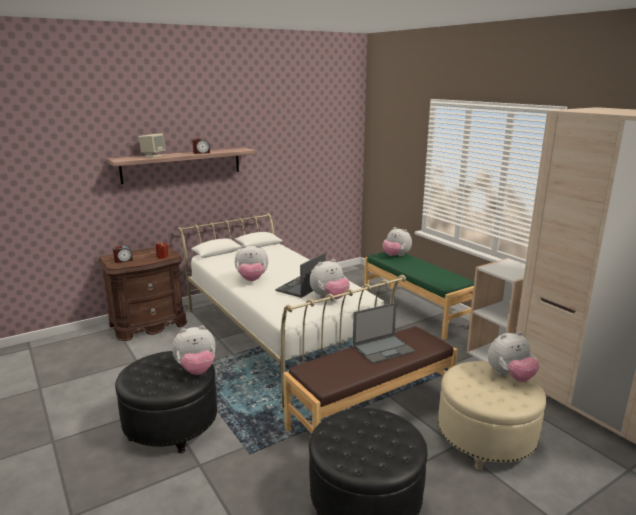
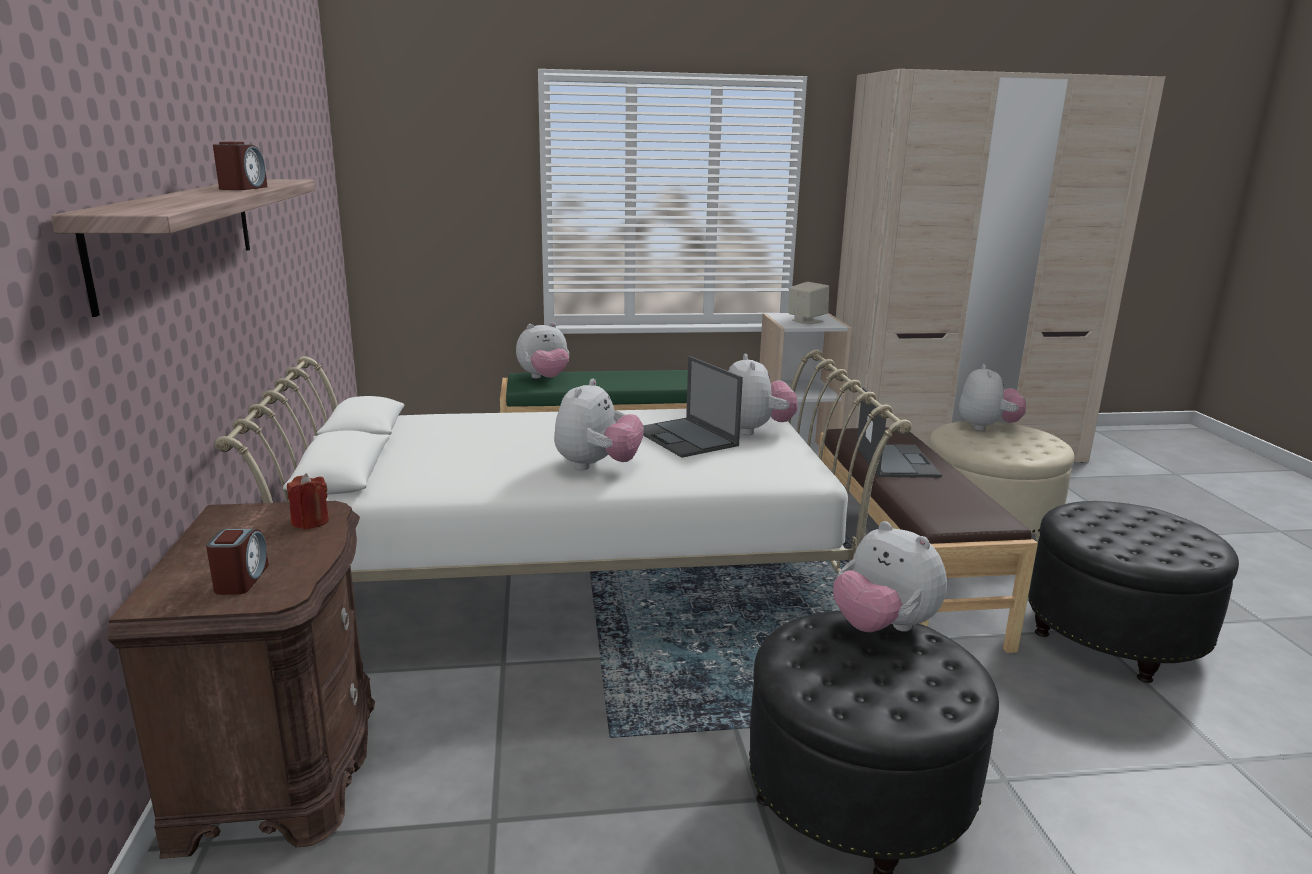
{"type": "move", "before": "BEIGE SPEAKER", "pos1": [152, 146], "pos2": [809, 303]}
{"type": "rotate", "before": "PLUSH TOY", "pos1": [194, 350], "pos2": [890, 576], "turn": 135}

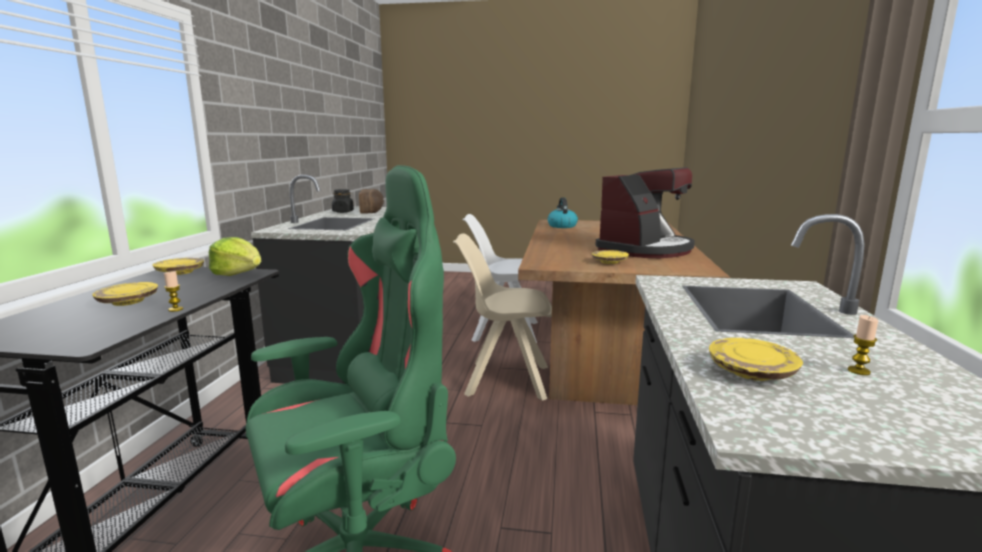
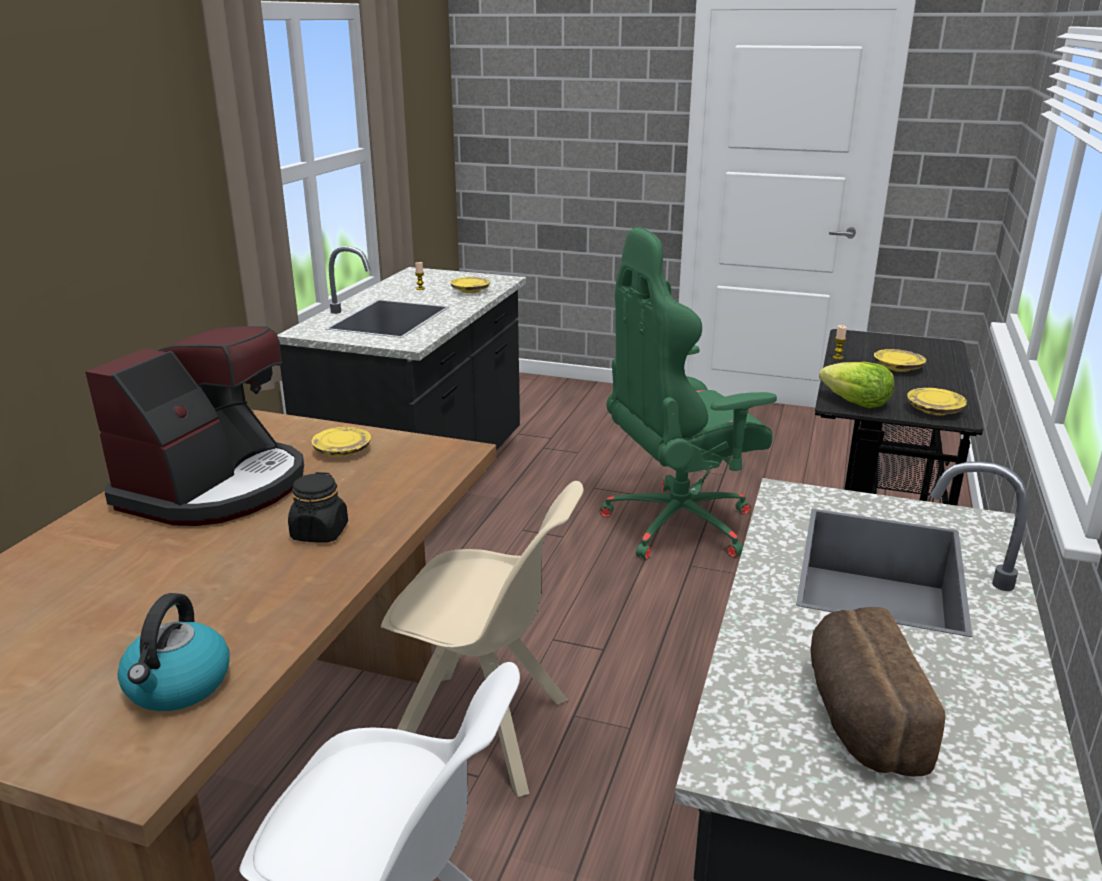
{"type": "rotate", "before": "COFFEE MACHINE", "pos1": [645, 212], "pos2": [194, 426], "turn": 150}
{"type": "move", "before": "BLACK JAR", "pos1": [343, 201], "pos2": [318, 507]}

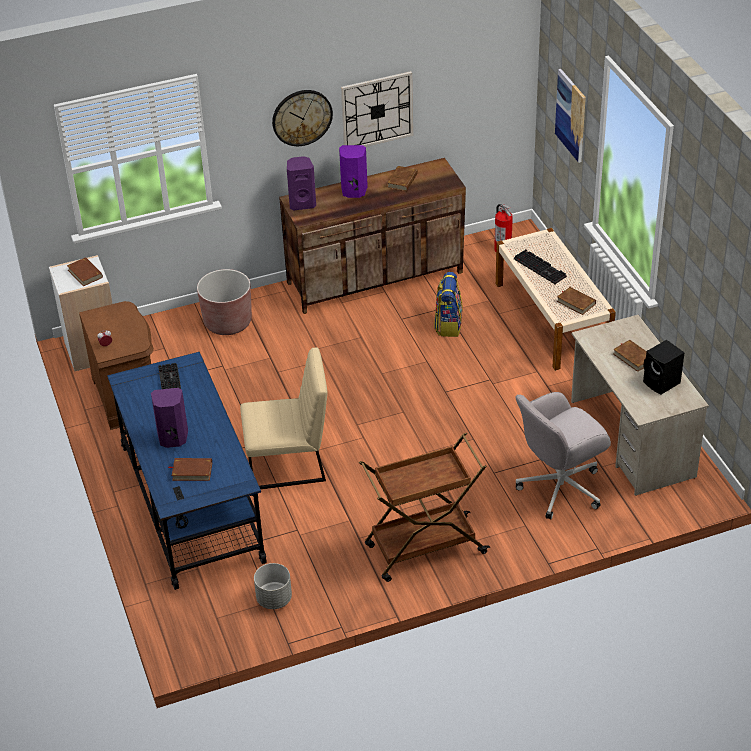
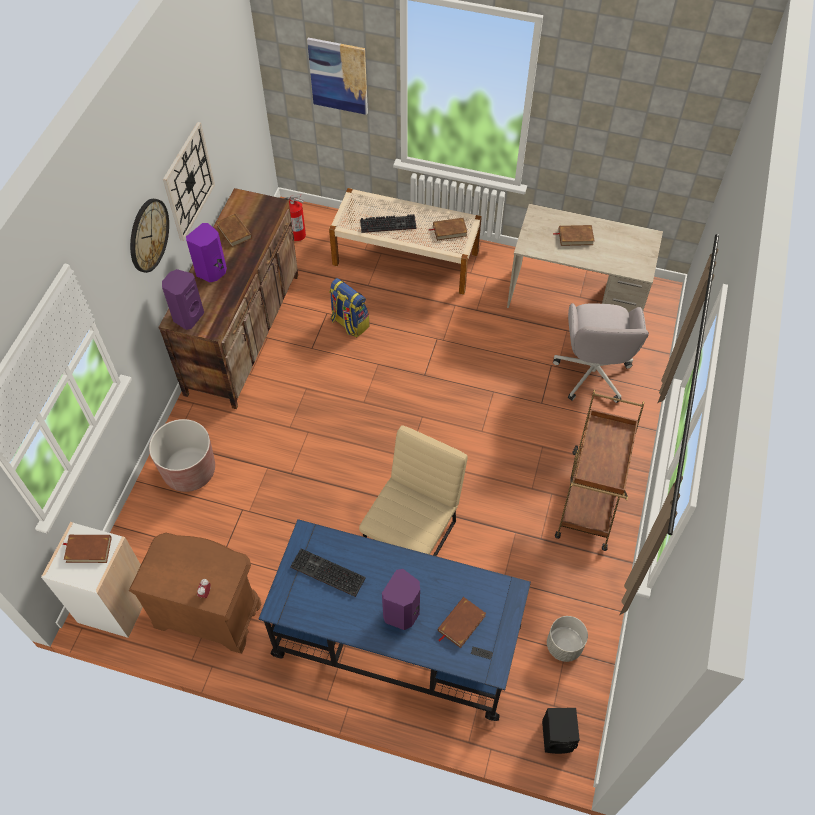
{"type": "move", "before": "BLACK SPEAKER", "pos1": [664, 367], "pos2": [561, 731]}

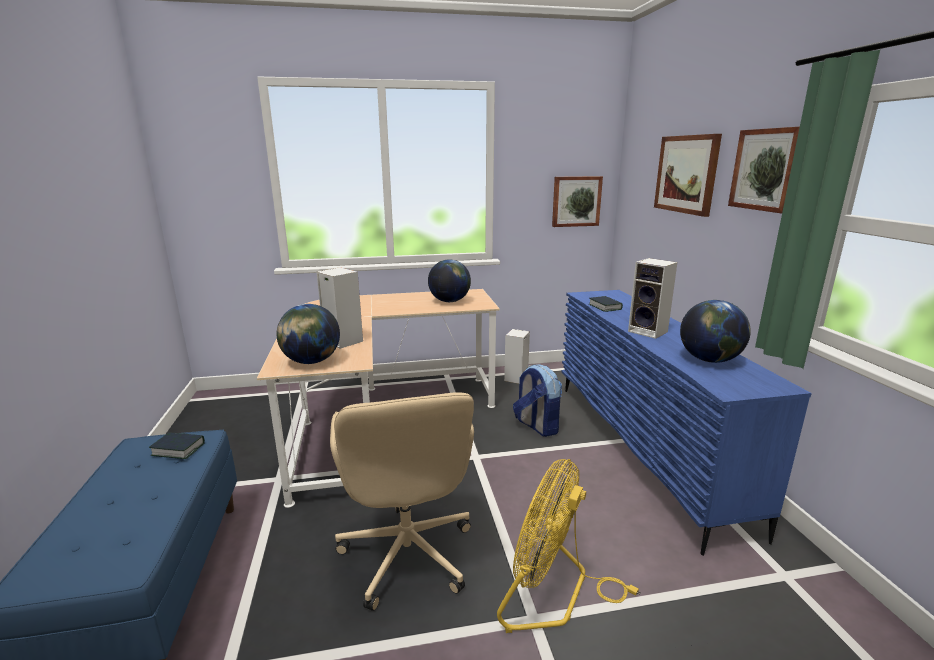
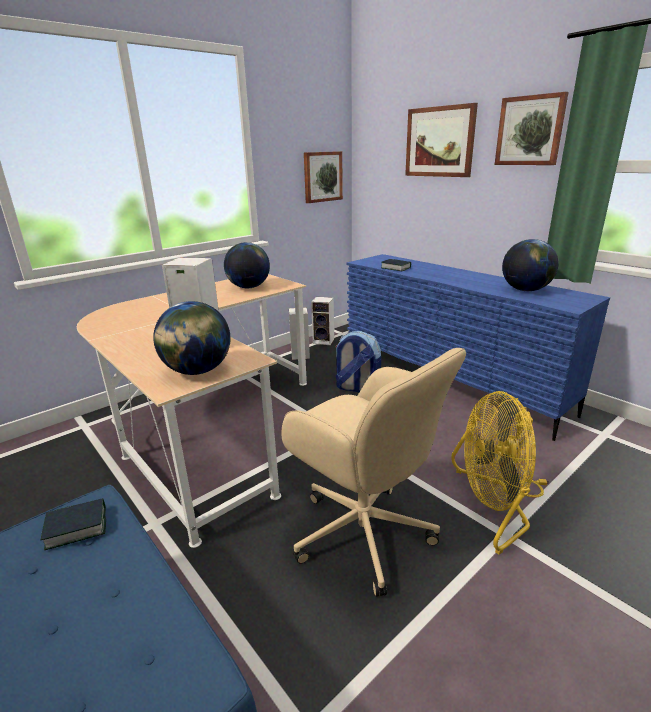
{"type": "move", "before": "SPEAKER", "pos1": [652, 298], "pos2": [322, 321]}

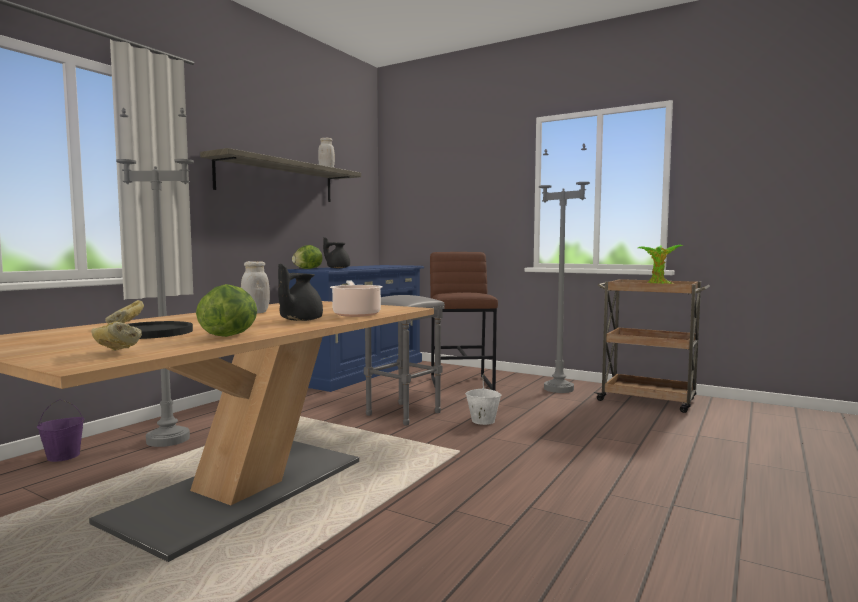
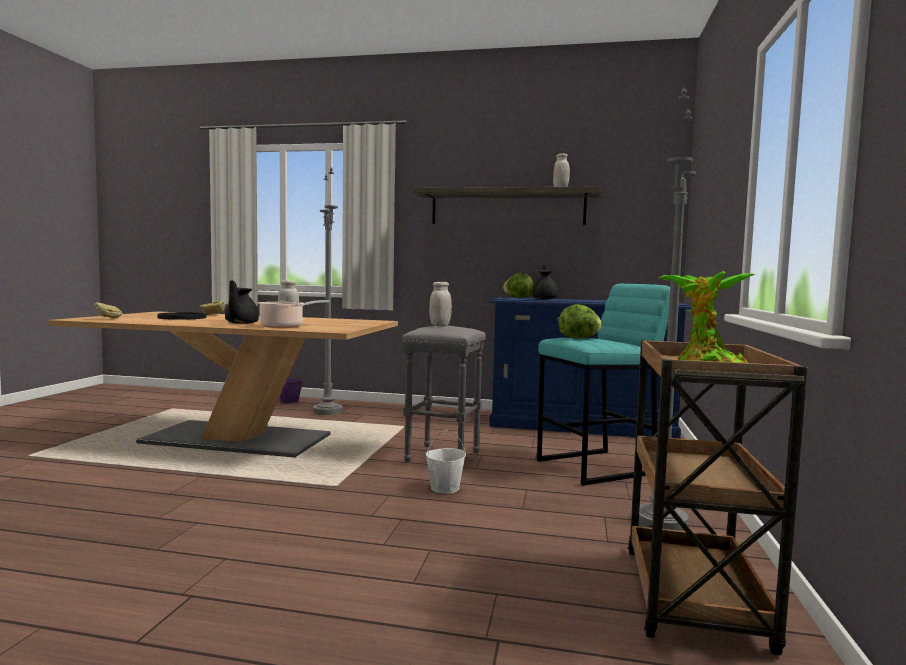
{"type": "rotate", "before": "BLACK TEAPOT", "pos1": [300, 292], "pos2": [242, 302], "turn": -90}
{"type": "insert", "after": "WHITE JAR", "pos2": [440, 304]}
{"type": "recolor", "before": "BROWN STOOL", "after": "TURQUOISE STOOL", "pos1": [464, 321], "pos2": [603, 385]}
{"type": "move", "before": "LETTUCE", "pos1": [226, 310], "pos2": [580, 321]}

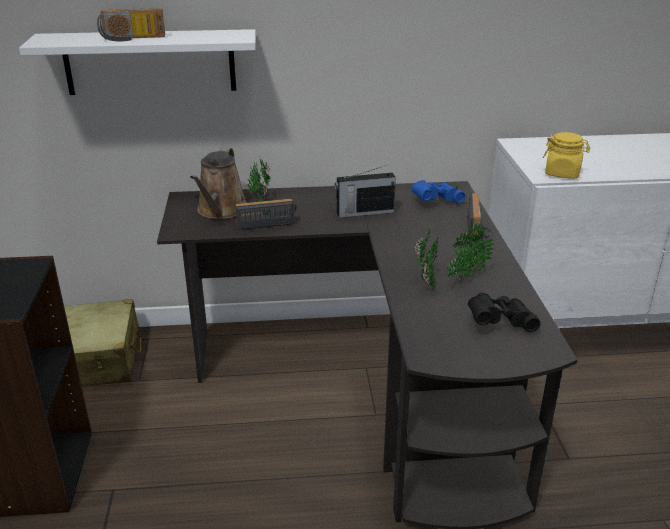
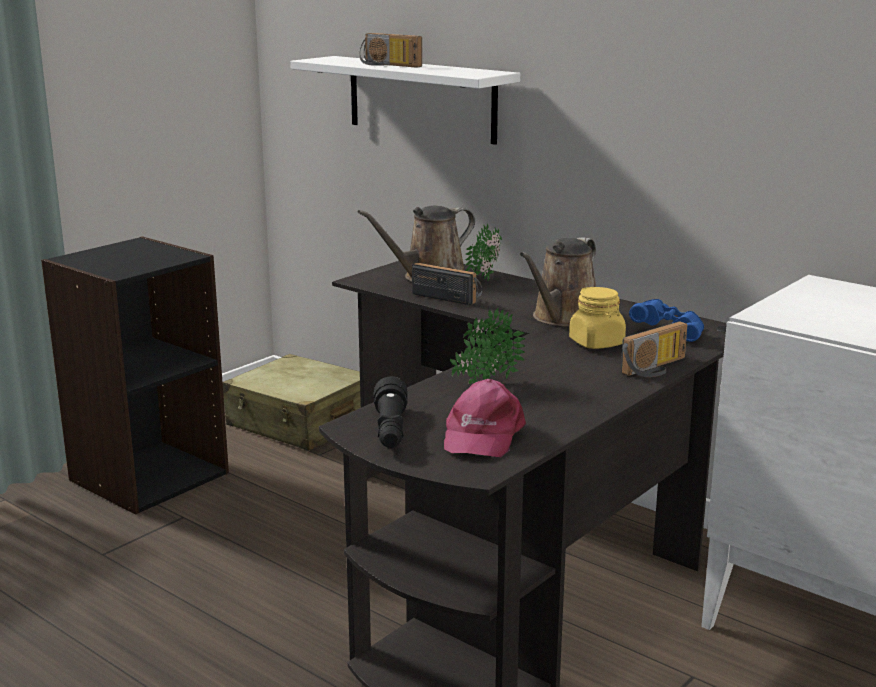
{"type": "insert", "after": "BLACK FLASHLIGHT", "pos2": [391, 412]}
{"type": "replace", "before": "BLACK BINOCULARS", "after": "PINK CAP", "pos1": [504, 312], "pos2": [485, 418]}
{"type": "replace", "before": "RADIO", "after": "BROWN WATERING CAN", "pos1": [365, 191], "pos2": [557, 282]}
{"type": "move", "before": "YELLOW JAR", "pos1": [566, 155], "pos2": [597, 318]}
{"type": "delete", "before": "POTTED PLANT", "pos1": [470, 255]}

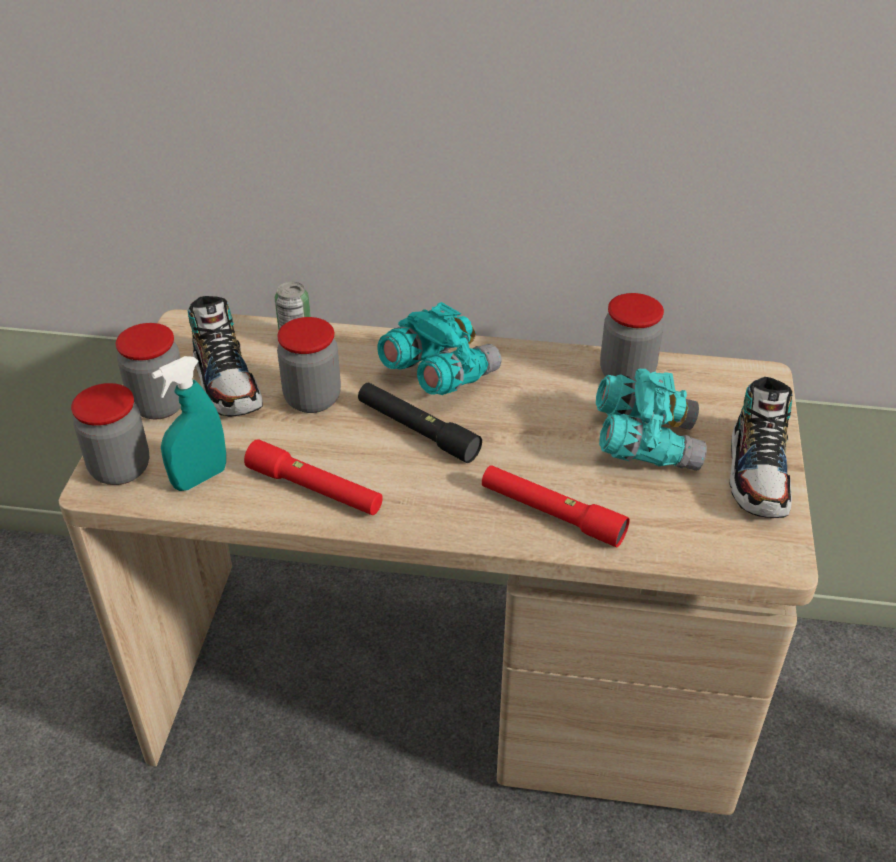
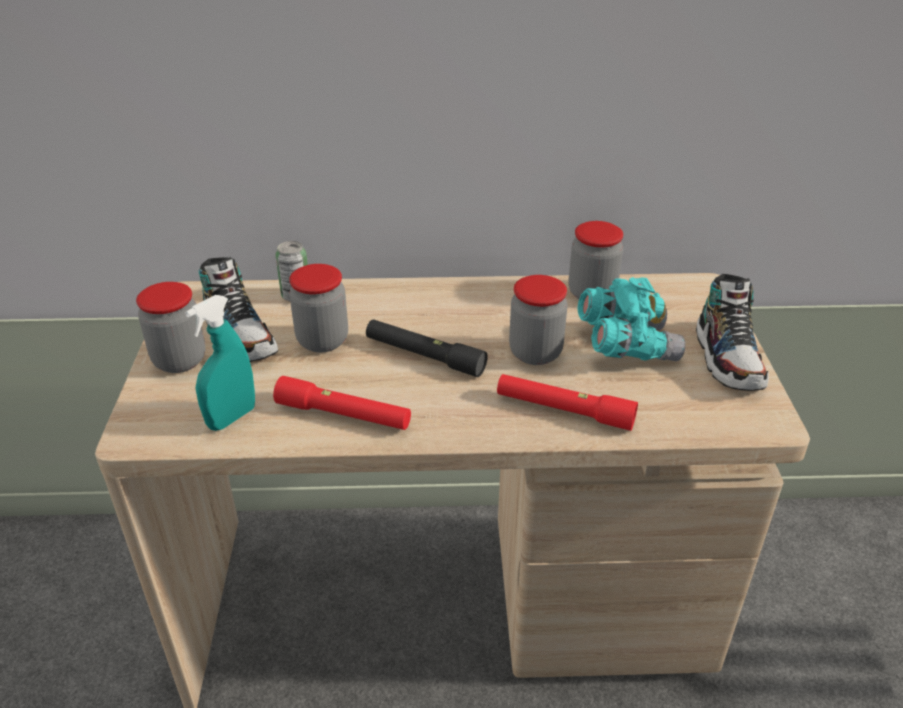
{"type": "move", "before": "JAR", "pos1": [110, 434], "pos2": [538, 320]}
{"type": "delete", "before": "TURQUOISE BINOCULARS", "pos1": [439, 348]}

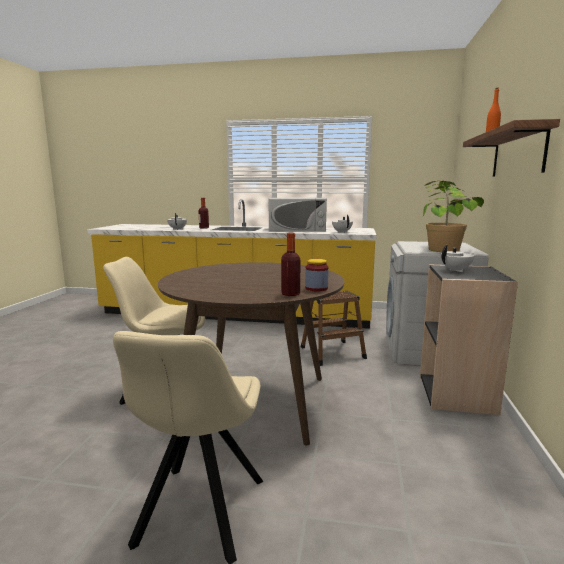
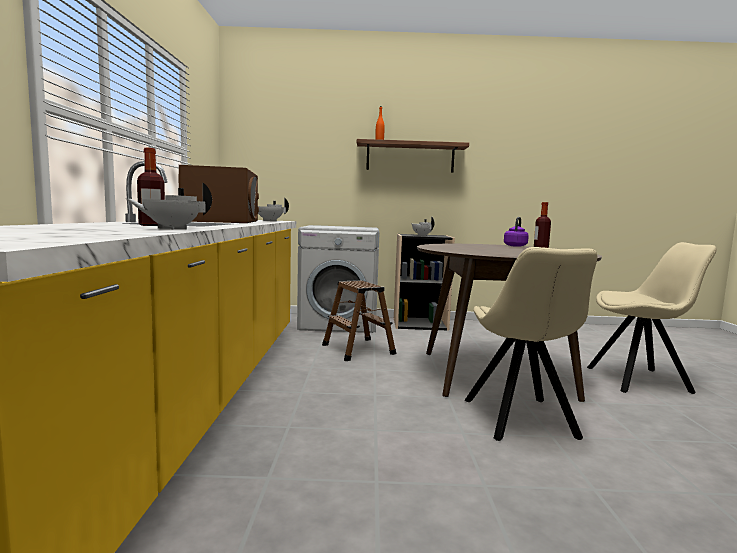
{"type": "recolor", "before": "WHITE MICROWAVE", "after": "BROWN MICROWAVE", "pos1": [298, 215], "pos2": [218, 194]}
{"type": "replace", "before": "JAR", "after": "PURPLE KETTLE", "pos1": [317, 275], "pos2": [516, 232]}
{"type": "delete", "before": "POTTED PLANT", "pos1": [453, 216]}

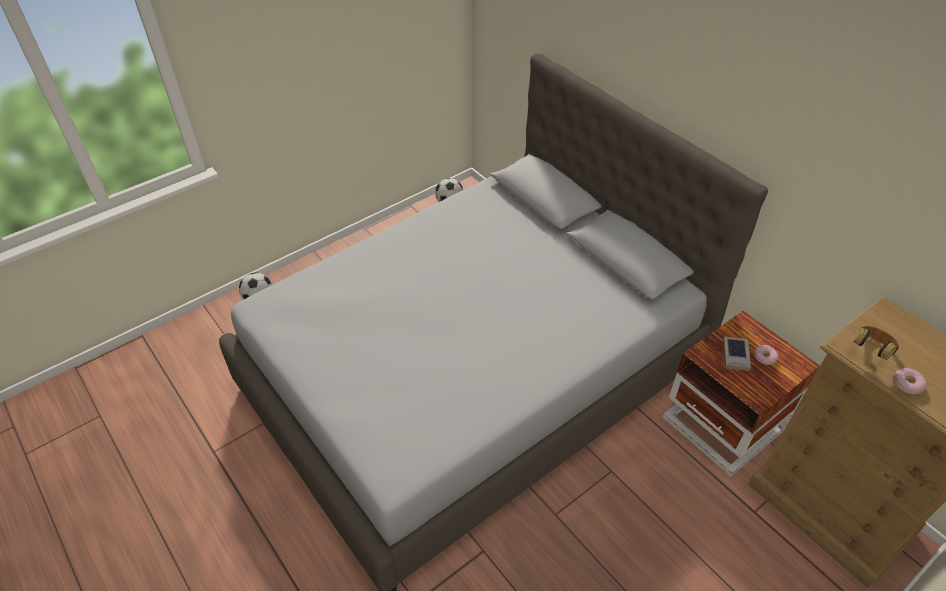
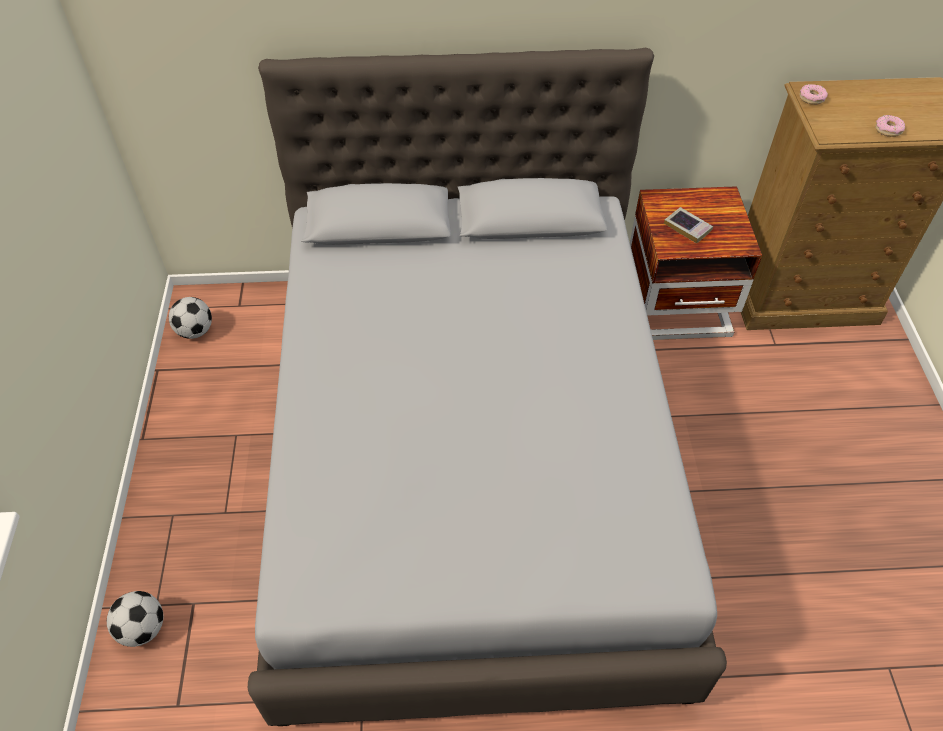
{"type": "move", "before": "DONUT", "pos1": [766, 355], "pos2": [813, 94]}
{"type": "delete", "before": "HEADPHONES", "pos1": [876, 343]}

